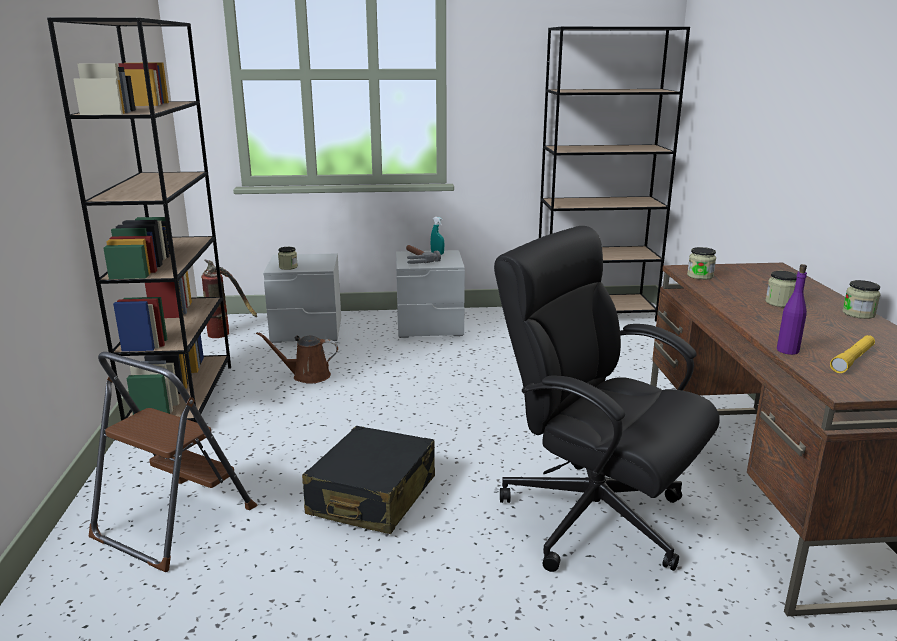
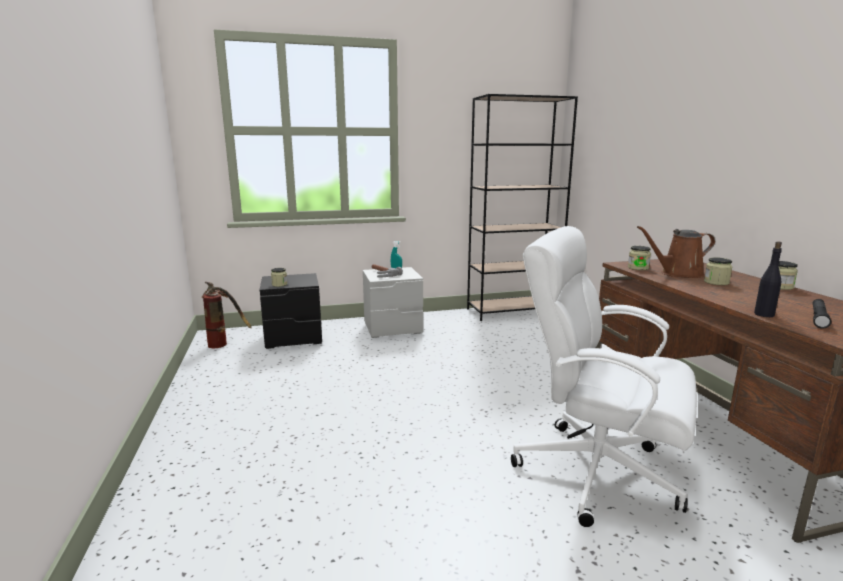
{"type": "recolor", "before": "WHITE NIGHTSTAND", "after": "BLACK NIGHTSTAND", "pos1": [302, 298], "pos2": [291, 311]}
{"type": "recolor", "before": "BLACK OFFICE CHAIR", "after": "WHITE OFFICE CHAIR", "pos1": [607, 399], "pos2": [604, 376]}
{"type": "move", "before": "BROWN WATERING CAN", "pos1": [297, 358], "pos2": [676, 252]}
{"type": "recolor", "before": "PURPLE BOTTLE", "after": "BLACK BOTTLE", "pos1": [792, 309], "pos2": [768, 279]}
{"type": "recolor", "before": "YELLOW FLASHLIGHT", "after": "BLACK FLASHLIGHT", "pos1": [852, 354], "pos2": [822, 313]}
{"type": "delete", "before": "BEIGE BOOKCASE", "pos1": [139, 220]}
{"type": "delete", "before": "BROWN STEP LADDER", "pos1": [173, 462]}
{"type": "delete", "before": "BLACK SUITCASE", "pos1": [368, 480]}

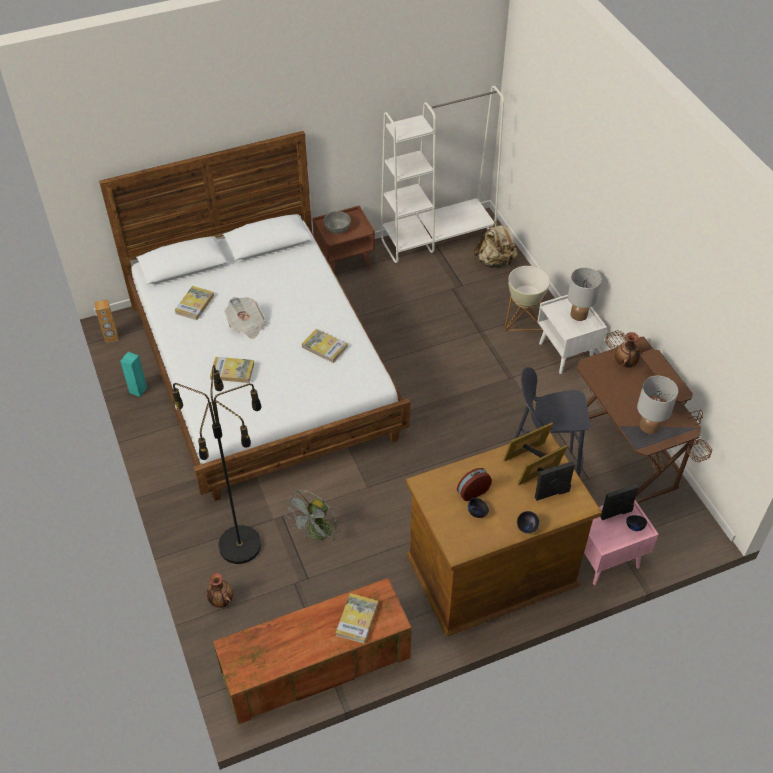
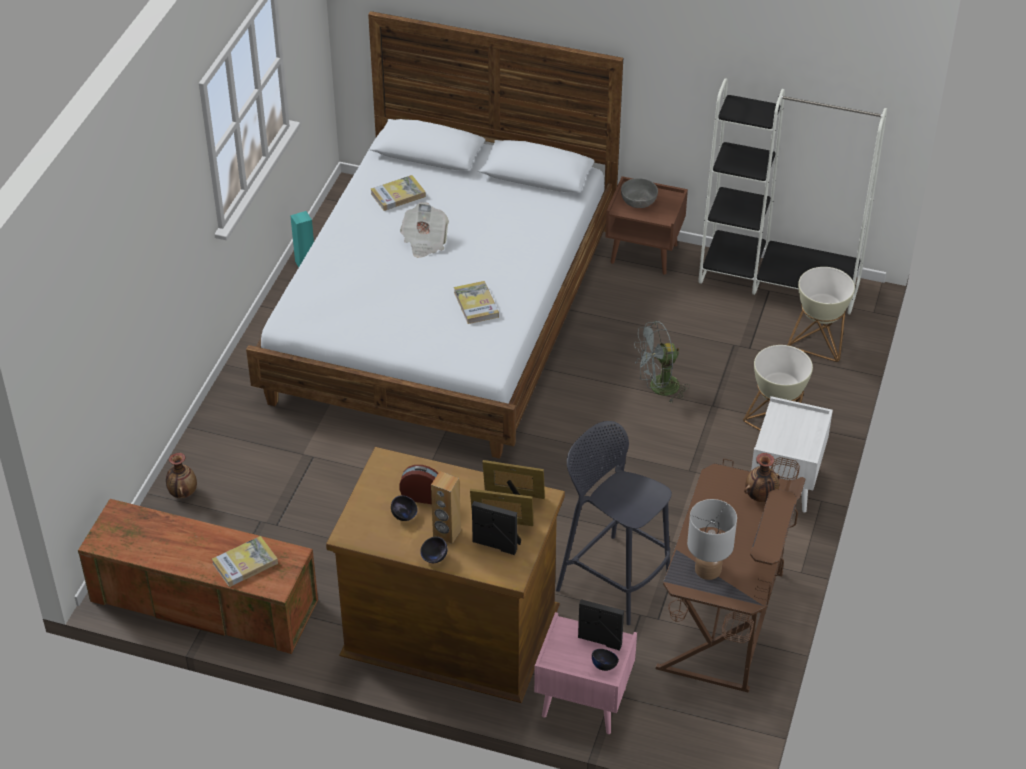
{"type": "move", "before": "BROWN SPEAKER", "pos1": [106, 321], "pos2": [446, 507]}
{"type": "move", "before": "GREY FAN", "pos1": [312, 516], "pos2": [662, 362]}
{"type": "recolor", "before": "WHITE CLOTHES RACK", "after": "BLACK CLOTHES RACK", "pos1": [442, 174], "pos2": [792, 196]}
{"type": "replace", "before": "BEIGE BACKPACK", "after": "PLANTER", "pos1": [496, 244], "pos2": [821, 314]}
{"type": "delete", "before": "FLOOR LAMP", "pos1": [216, 464]}
{"type": "delete", "before": "BOOK", "pos1": [232, 370]}
{"type": "delete", "before": "GREY TABLE LAMP", "pos1": [585, 294]}

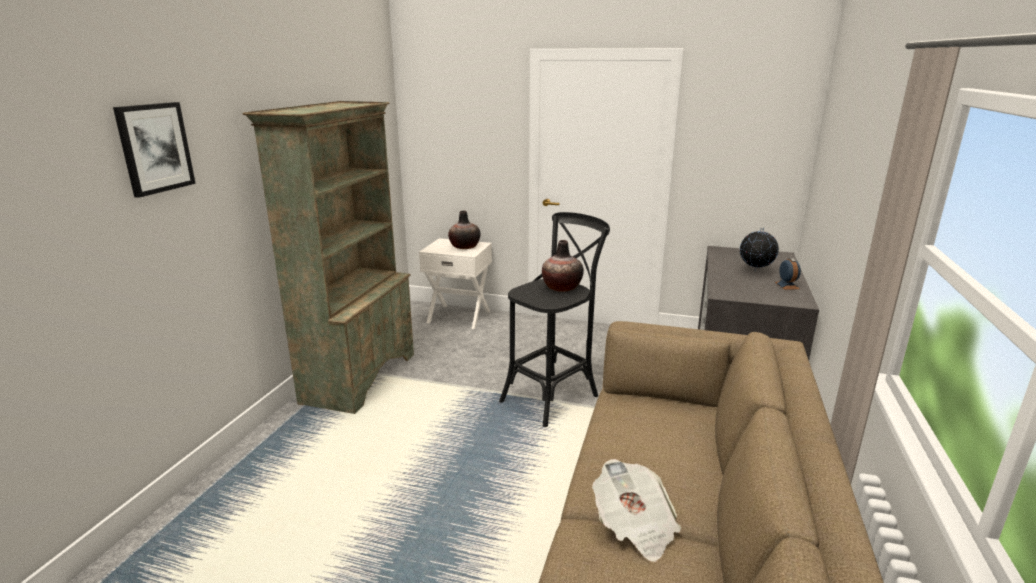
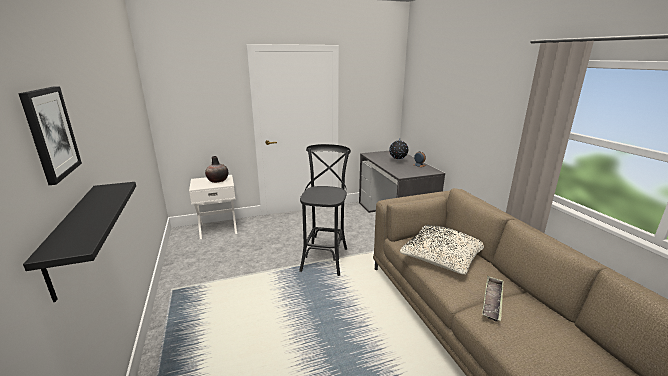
{"type": "insert", "after": "BLACK SHELF", "pos2": [79, 242]}
{"type": "insert", "after": "BEIGE PILLOW", "pos2": [442, 250]}
{"type": "replace", "before": "NEWSPAPER", "after": "TRAY", "pos1": [636, 510], "pos2": [493, 299]}
{"type": "delete", "before": "GREEN BOOKCASE", "pos1": [328, 257]}
{"type": "delete", "before": "VASE", "pos1": [563, 266]}

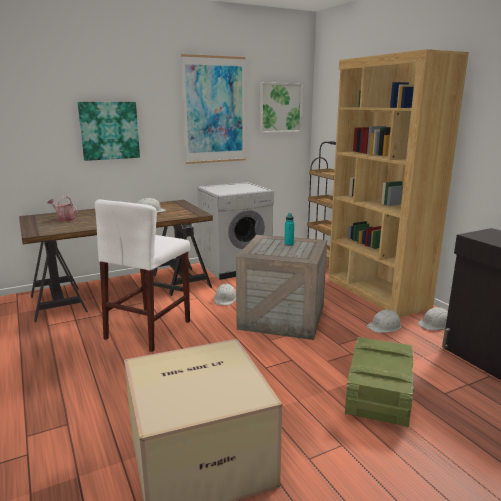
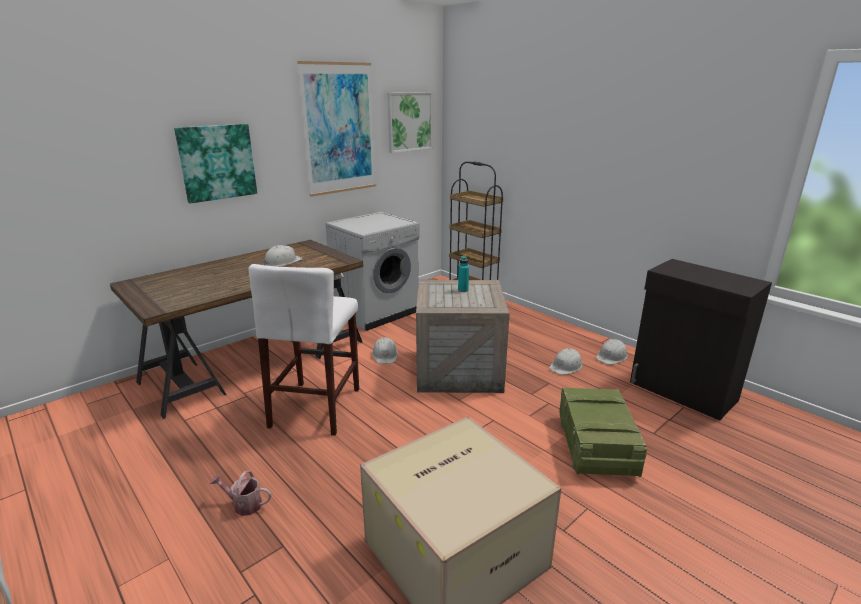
{"type": "move", "before": "WATERING CAN", "pos1": [63, 209], "pos2": [240, 493]}
{"type": "delete", "before": "BROWN BOOKCASE", "pos1": [398, 183]}

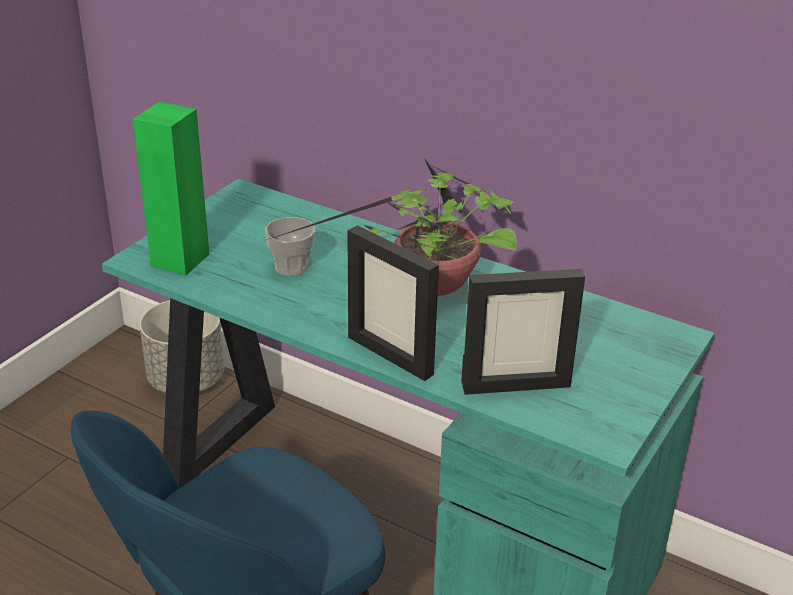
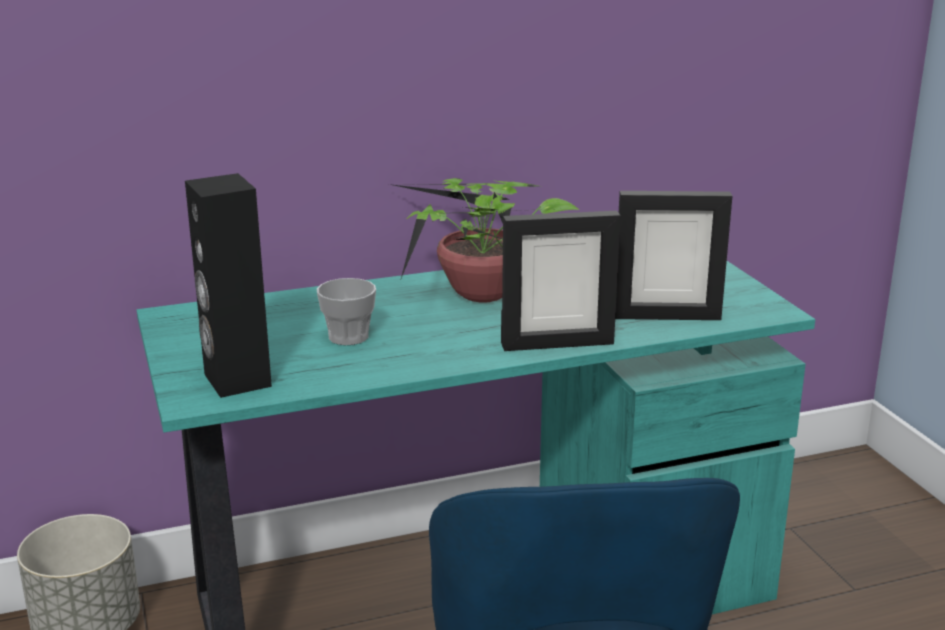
{"type": "recolor", "before": "GREEN SPEAKER", "after": "BLACK SPEAKER", "pos1": [171, 189], "pos2": [228, 285]}
{"type": "rotate", "before": "PICTURE FRAME", "pos1": [523, 332], "pos2": [673, 255], "turn": 60}

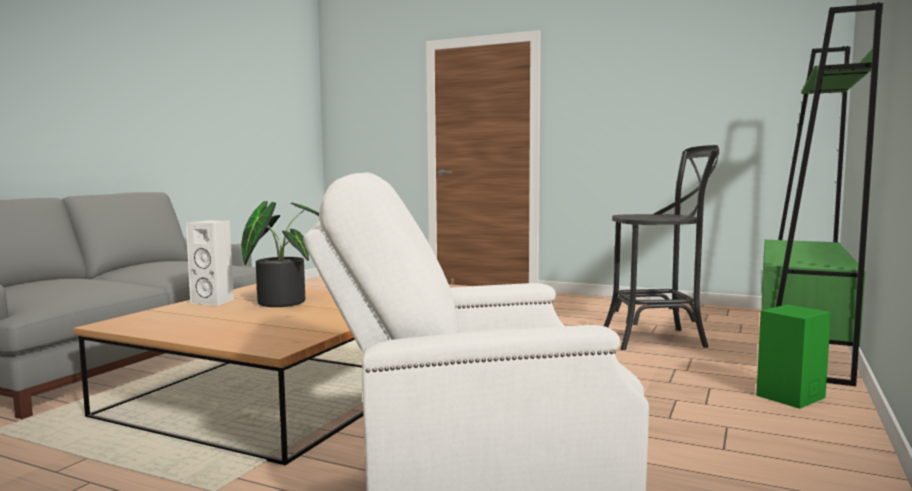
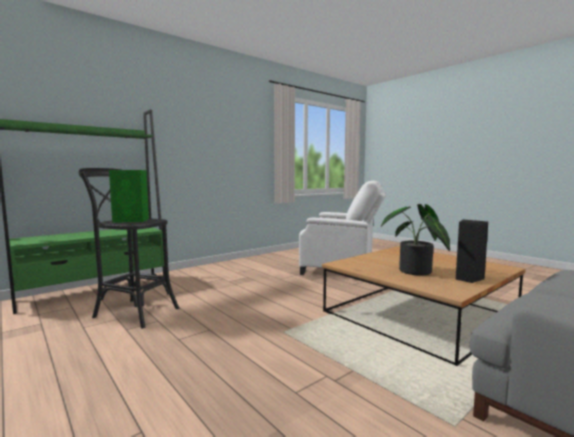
{"type": "move", "before": "GREEN SPEAKER", "pos1": [793, 356], "pos2": [129, 196]}
{"type": "recolor", "before": "WHITE SPEAKER", "after": "BLACK SPEAKER", "pos1": [210, 263], "pos2": [472, 251]}

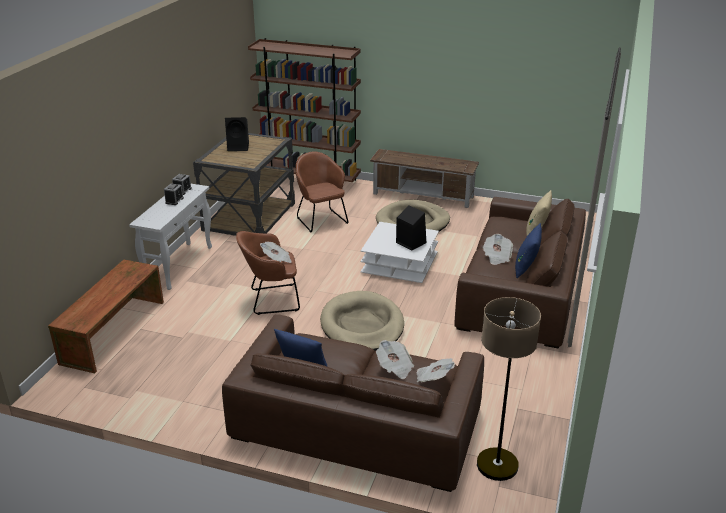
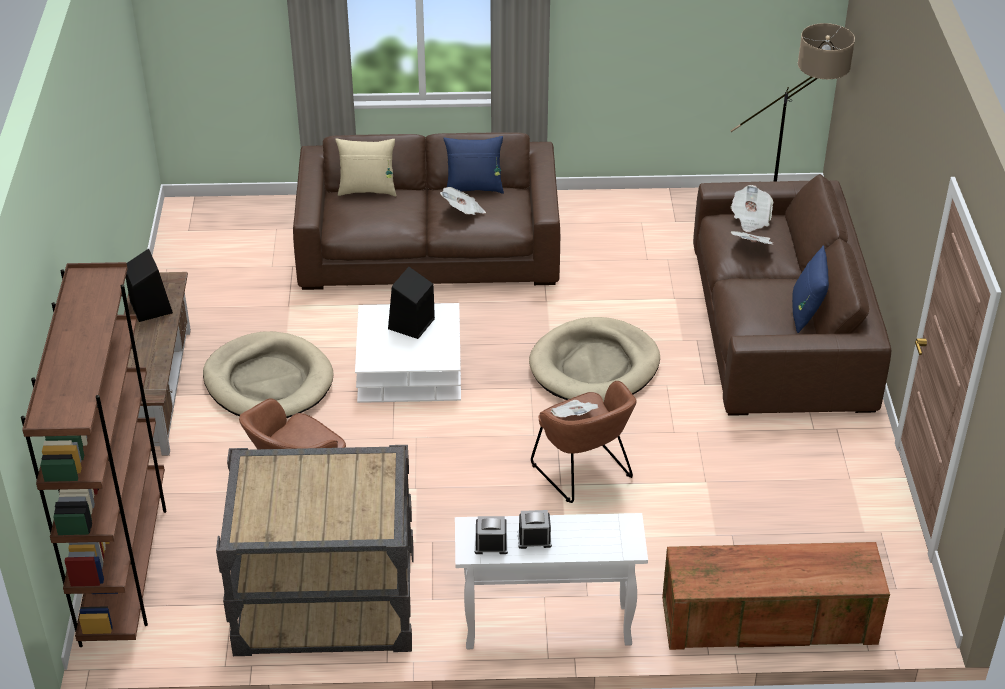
{"type": "move", "before": "BLACK SPEAKER", "pos1": [237, 134], "pos2": [149, 285]}

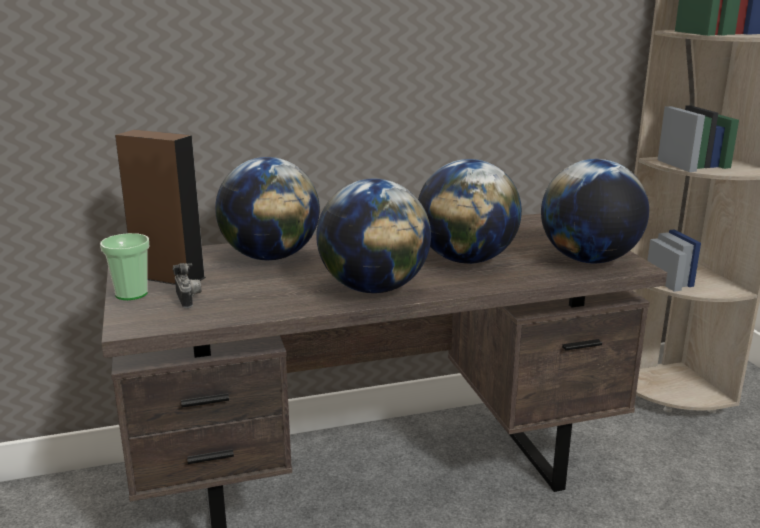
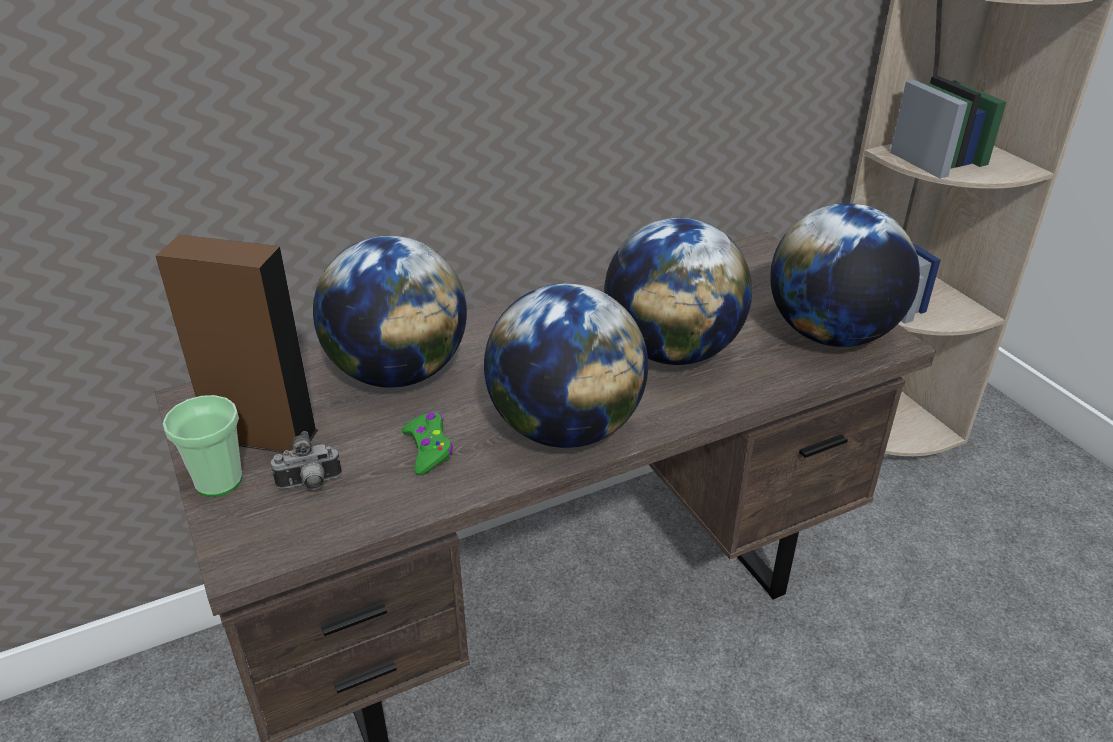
{"type": "rotate", "before": "PHOTO CAMERA", "pos1": [187, 285], "pos2": [306, 460], "turn": 105}
{"type": "insert", "after": "GREEN GAME CONTROLLER", "pos2": [427, 443]}

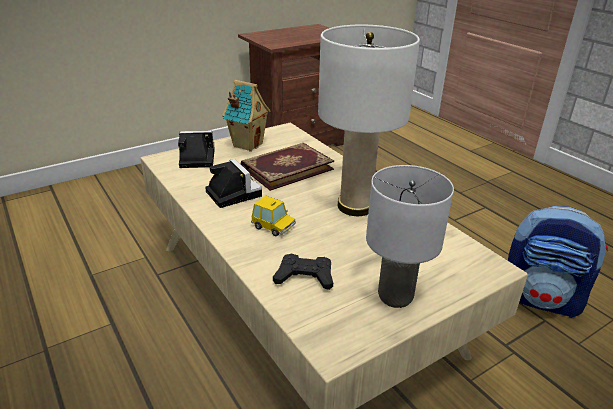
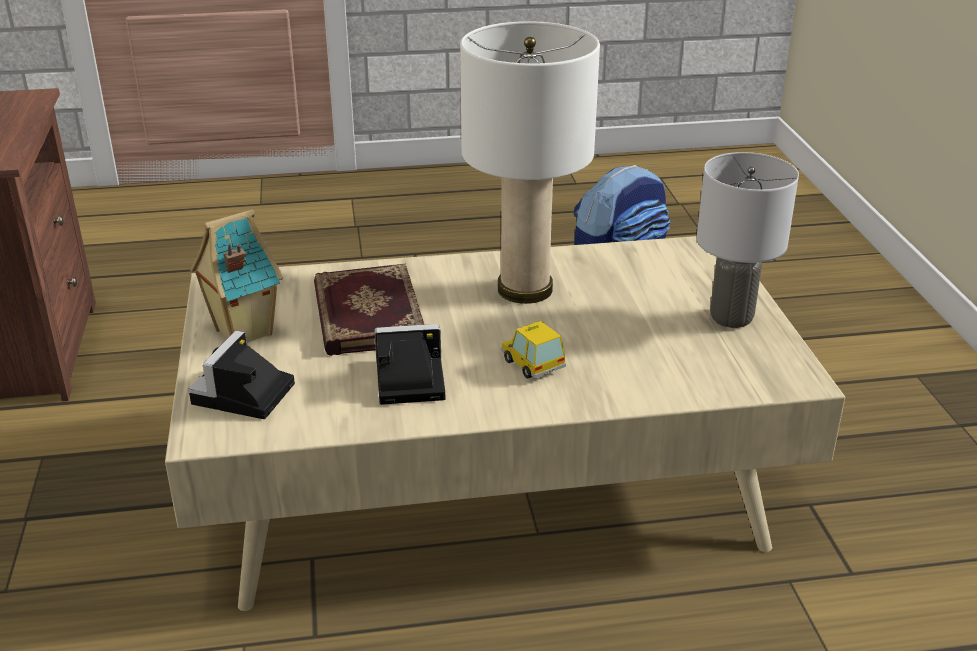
{"type": "rotate", "before": "TOY CAR", "pos1": [273, 216], "pos2": [533, 350], "turn": -90}
{"type": "delete", "before": "BLACK GAME CONTROLLER", "pos1": [303, 272]}

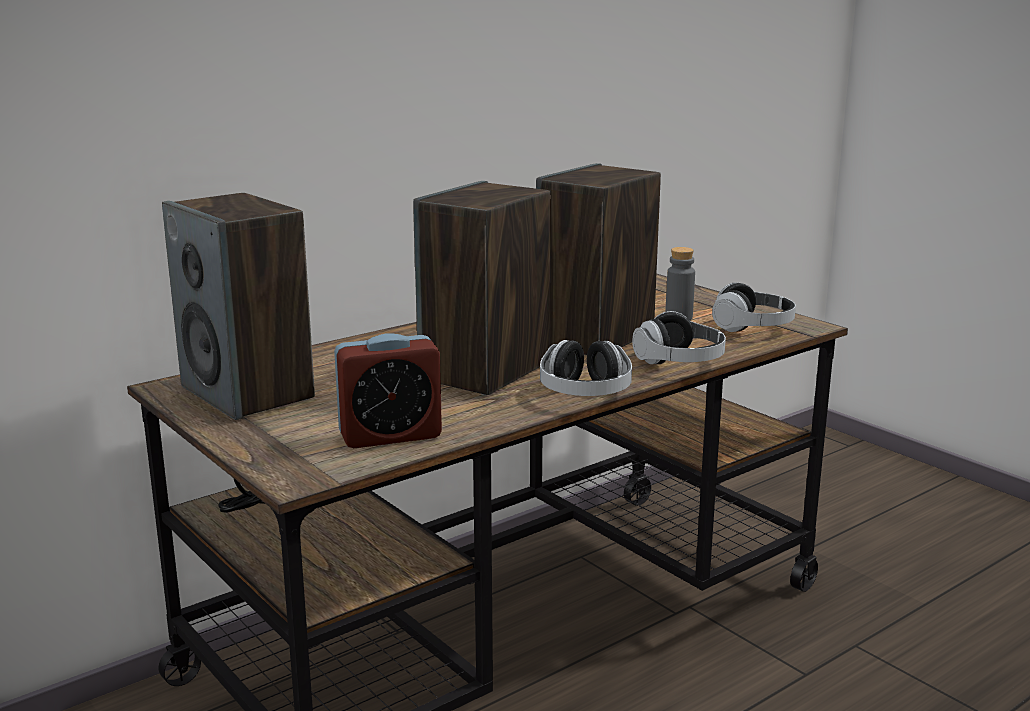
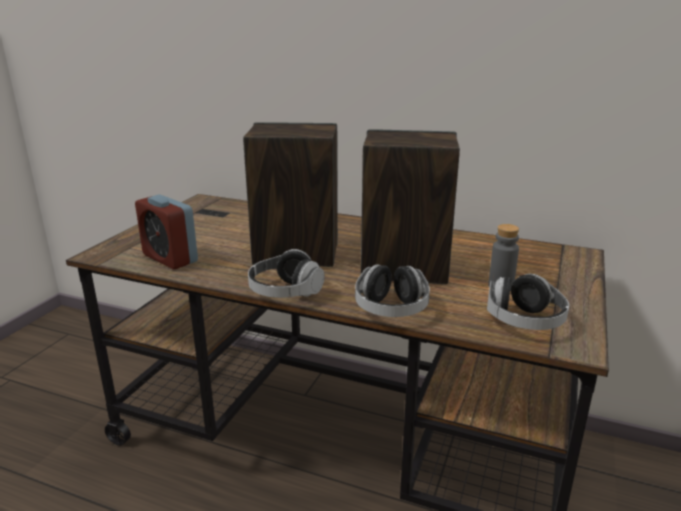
{"type": "delete", "before": "SPEAKER", "pos1": [238, 306]}

